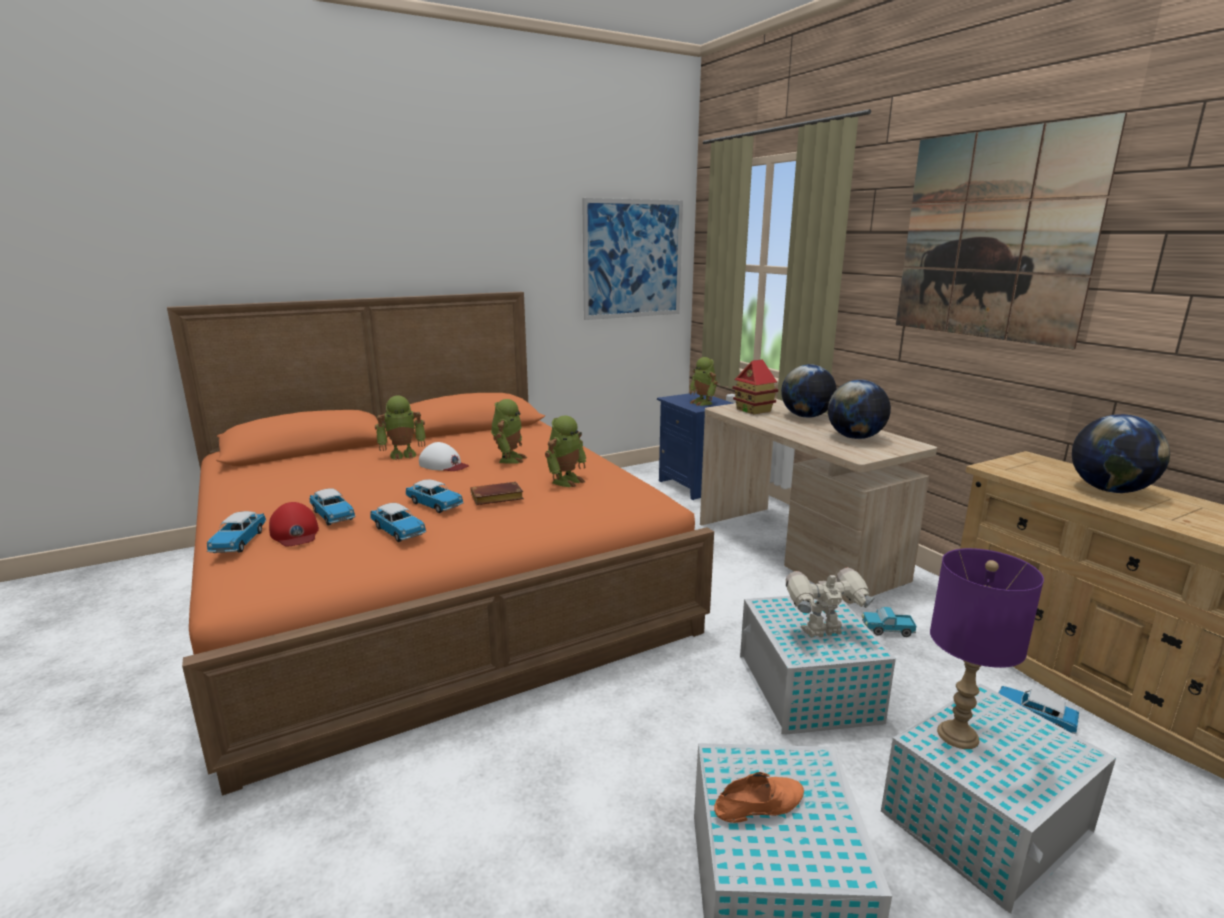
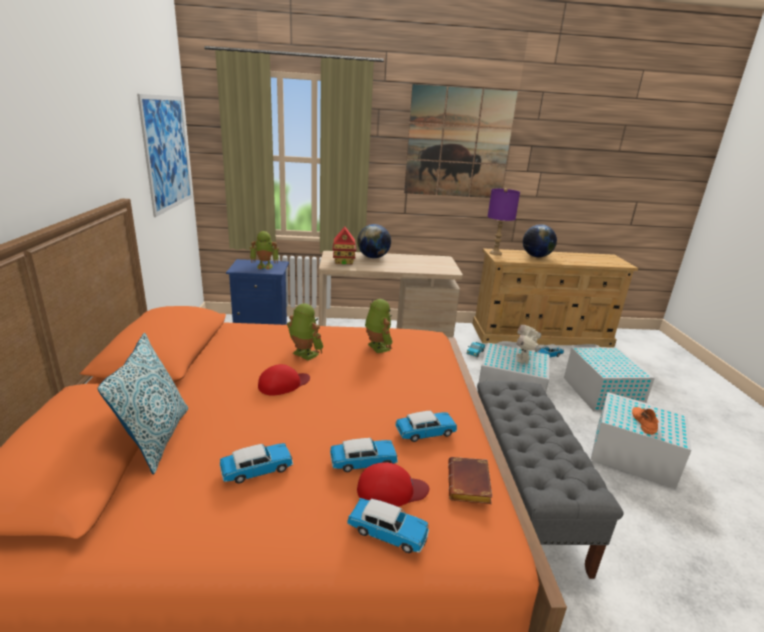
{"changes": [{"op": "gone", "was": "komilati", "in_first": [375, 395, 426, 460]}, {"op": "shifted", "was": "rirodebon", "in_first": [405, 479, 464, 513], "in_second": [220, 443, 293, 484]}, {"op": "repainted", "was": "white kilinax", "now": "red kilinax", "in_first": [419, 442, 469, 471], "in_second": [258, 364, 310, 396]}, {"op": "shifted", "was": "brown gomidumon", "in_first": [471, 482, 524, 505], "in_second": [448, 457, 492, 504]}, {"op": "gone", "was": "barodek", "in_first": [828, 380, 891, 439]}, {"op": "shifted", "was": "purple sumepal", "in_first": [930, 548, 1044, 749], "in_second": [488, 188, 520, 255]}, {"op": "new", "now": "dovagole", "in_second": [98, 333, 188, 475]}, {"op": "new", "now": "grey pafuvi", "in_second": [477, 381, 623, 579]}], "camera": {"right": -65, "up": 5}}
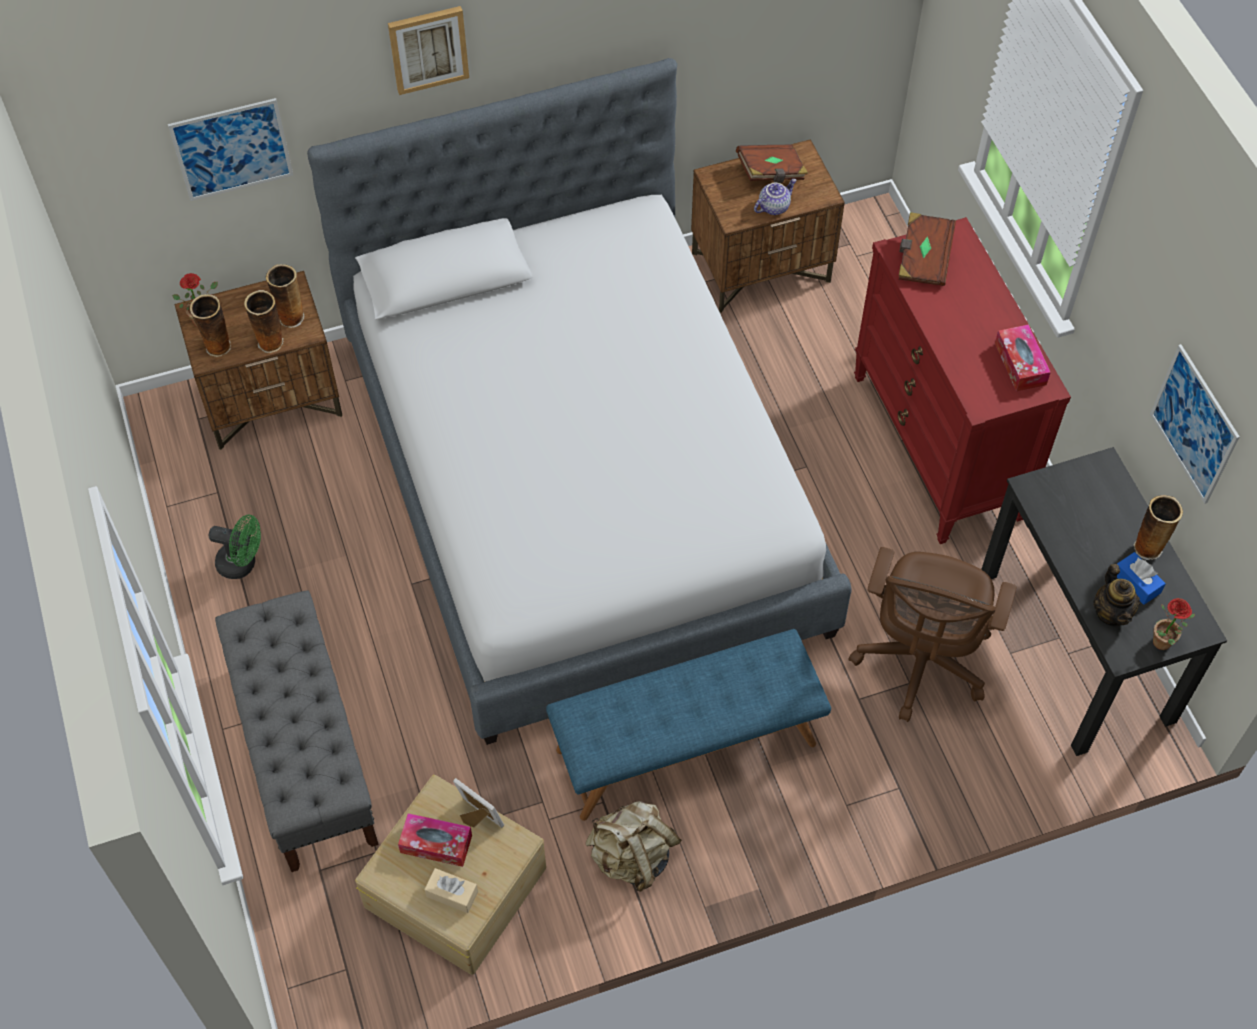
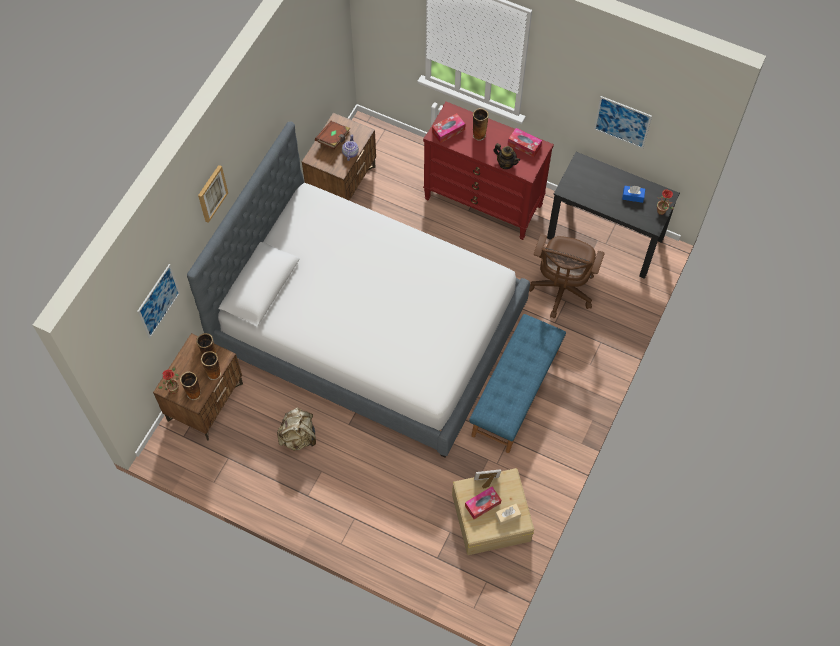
{"changes": [{"op": "gone", "was": "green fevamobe", "in_first": [209, 515, 261, 579]}, {"op": "gone", "was": "grey pafuvi", "in_first": [215, 590, 379, 872]}, {"op": "shifted", "was": "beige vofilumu", "in_first": [586, 801, 682, 892], "in_second": [277, 408, 316, 451]}, {"op": "rotated", "was": "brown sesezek", "in_first": [849, 547, 1016, 722], "in_second": [529, 234, 604, 319], "clockwise": 45}, {"op": "swapped", "was": "brown gomidumon", "now": "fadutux", "in_first": [899, 212, 956, 286], "in_second": [432, 113, 465, 143]}, {"op": "shifted", "was": "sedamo", "in_first": [1093, 564, 1140, 626], "in_second": [494, 143, 520, 169]}, {"op": "shifted", "was": "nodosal", "in_first": [1133, 495, 1183, 560], "in_second": [473, 108, 489, 141]}], "camera": {"right": -45, "up": 5}}
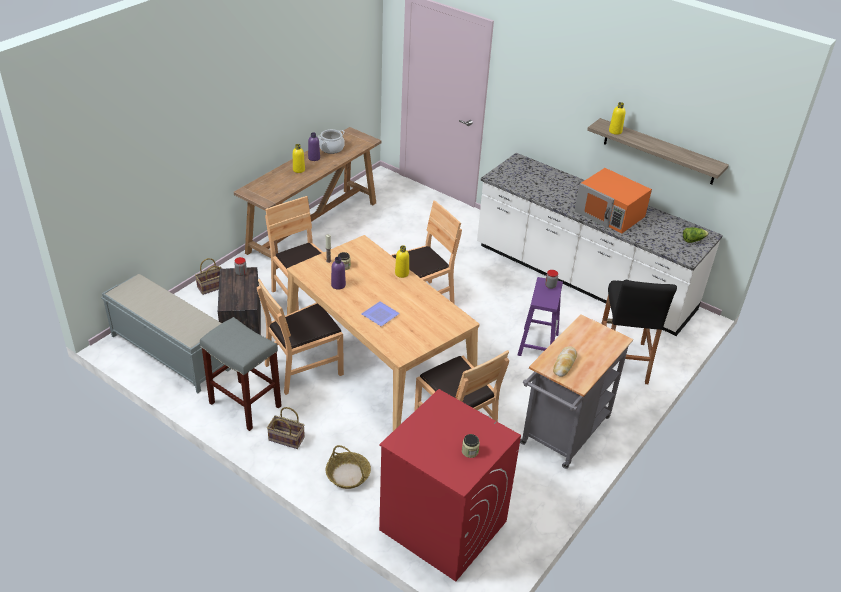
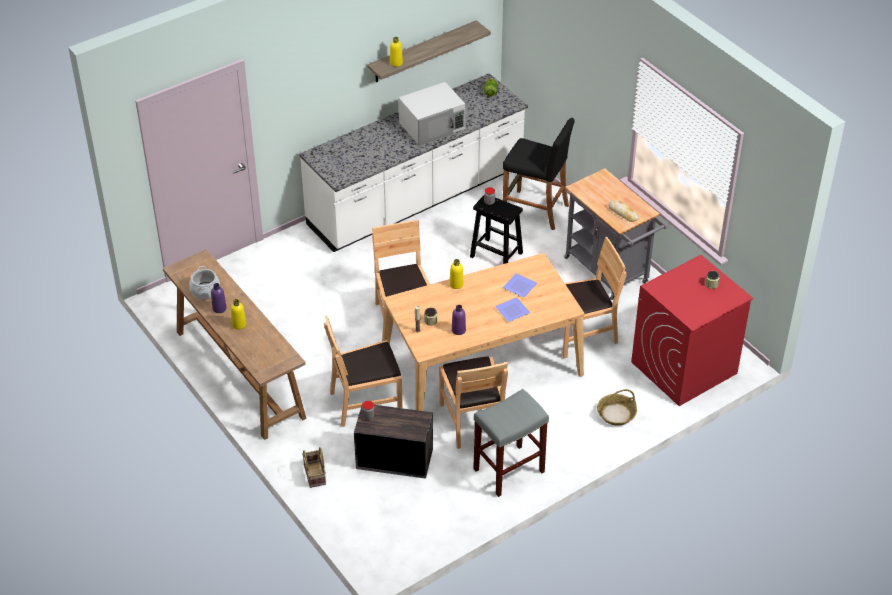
{"changes": [{"op": "gone", "was": "grey pafuvi", "in_first": [101, 274, 231, 393]}, {"op": "gone", "was": "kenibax", "in_first": [267, 407, 305, 449]}, {"op": "repainted", "was": "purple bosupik", "now": "black bosupik", "in_first": [518, 277, 563, 356], "in_second": [470, 196, 523, 264]}, {"op": "repainted", "was": "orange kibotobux", "now": "white kibotobux", "in_first": [574, 168, 652, 234], "in_second": [398, 82, 465, 146]}, {"op": "new", "now": "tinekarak", "in_second": [503, 273, 537, 298]}], "camera": {"right": -70, "up": 5}}
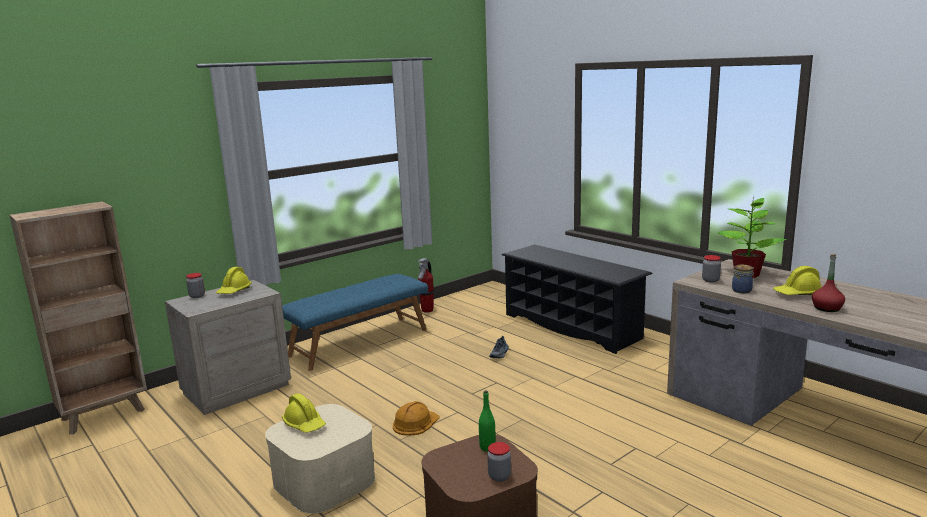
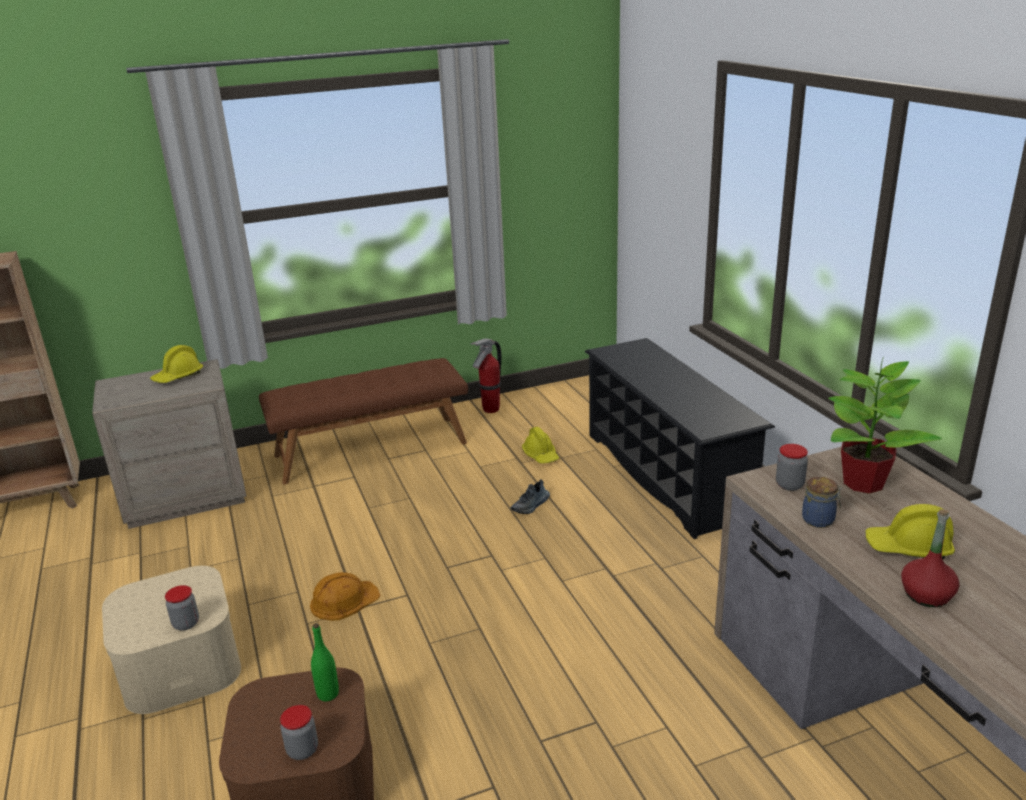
{"changes": [{"op": "shifted", "was": "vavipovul", "in_first": [186, 273, 205, 298], "in_second": [165, 585, 199, 631]}, {"op": "repainted", "was": "blue pafuvi", "now": "brown pafuvi", "in_first": [282, 274, 428, 371], "in_second": [259, 358, 468, 485]}, {"op": "shifted", "was": "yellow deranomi", "in_first": [282, 394, 326, 433], "in_second": [522, 427, 559, 464]}], "camera": {"right": 20, "up": 10}}
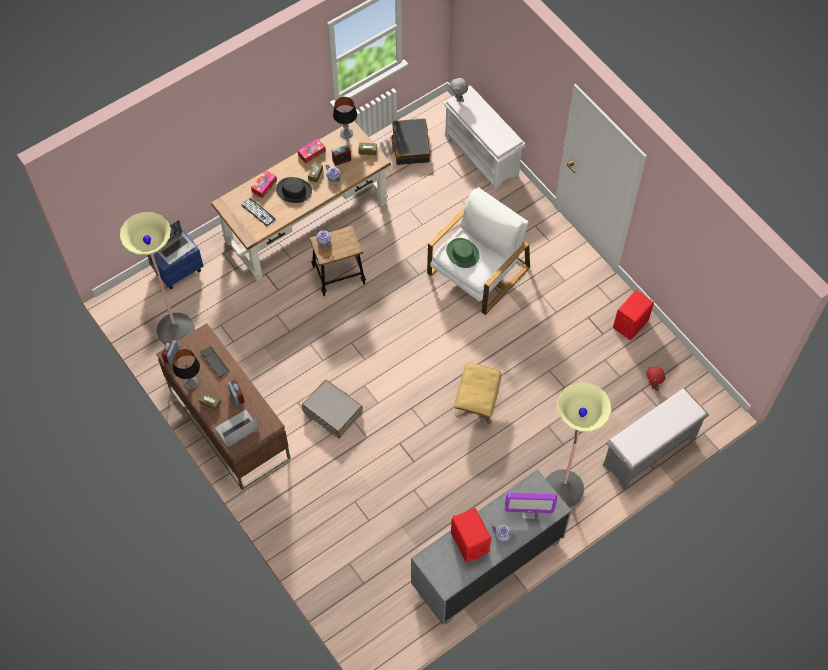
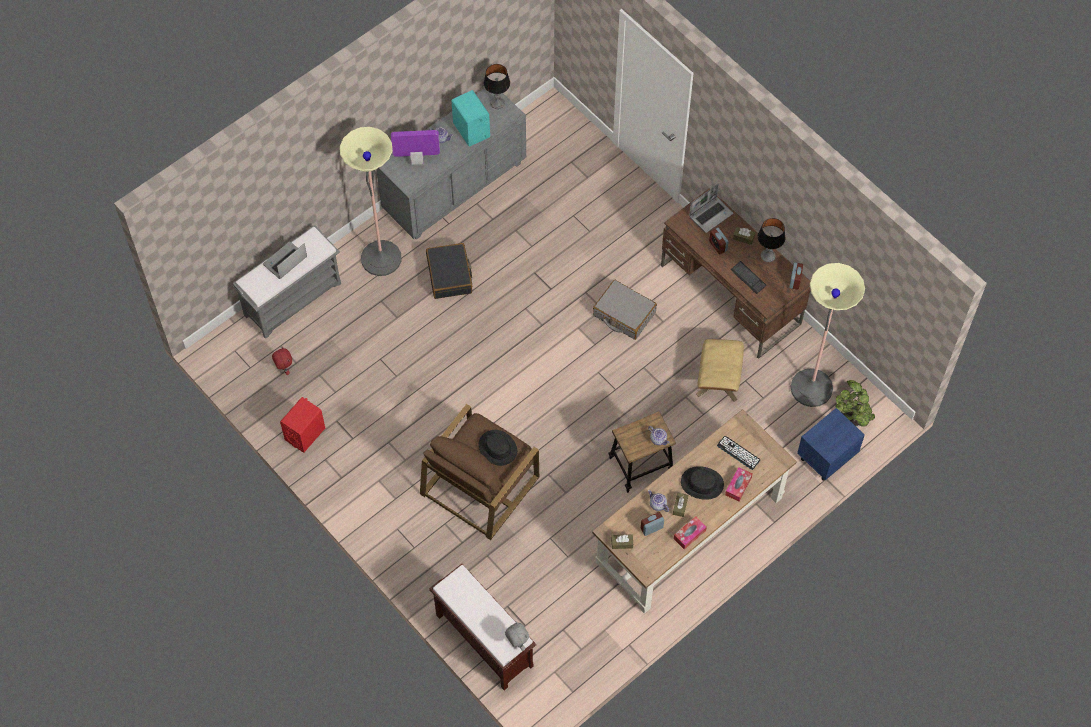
{"changes": [{"op": "shifted", "was": "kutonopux", "in_first": [157, 220, 196, 265], "in_second": [263, 241, 307, 279]}, {"op": "shifted", "was": "sumepal", "in_first": [333, 97, 357, 139], "in_second": [484, 64, 510, 109]}, {"op": "shifted", "was": "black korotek", "in_first": [392, 118, 430, 165], "in_second": [426, 243, 472, 299]}, {"op": "repainted", "was": "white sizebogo", "now": "brown sizebogo", "in_first": [427, 187, 530, 315], "in_second": [420, 404, 539, 540]}, {"op": "repainted", "was": "white pafuvi", "now": "brown pafuvi", "in_first": [443, 85, 525, 190], "in_second": [429, 564, 536, 690]}, {"op": "repainted", "was": "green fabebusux", "now": "black fabebusux", "in_first": [446, 238, 480, 268], "in_second": [479, 430, 517, 466]}, {"op": "repainted", "was": "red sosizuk", "now": "turquoise sosizuk", "in_first": [451, 508, 491, 563], "in_second": [452, 90, 490, 146]}, {"op": "shifted", "was": "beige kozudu", "in_first": [455, 363, 502, 424], "in_second": [696, 339, 744, 402]}, {"op": "new", "now": "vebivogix", "in_second": [836, 380, 875, 427]}], "camera": {"right": 175, "up": 0}}
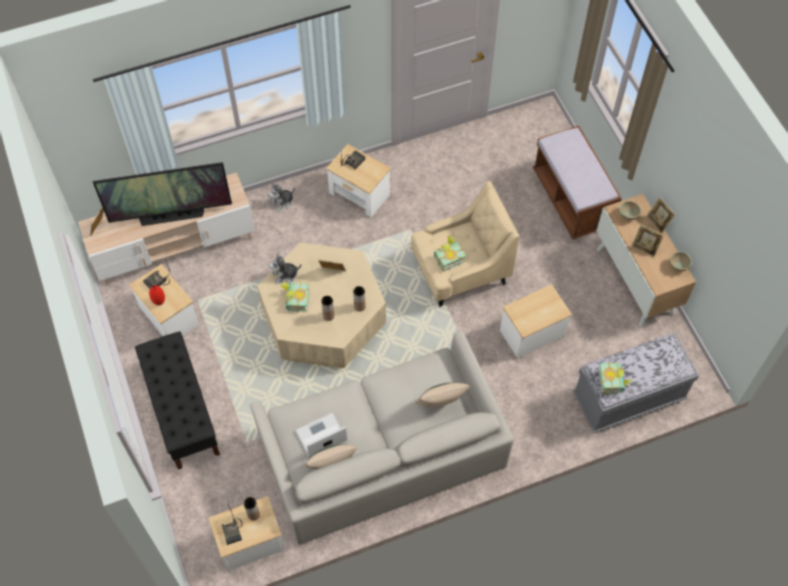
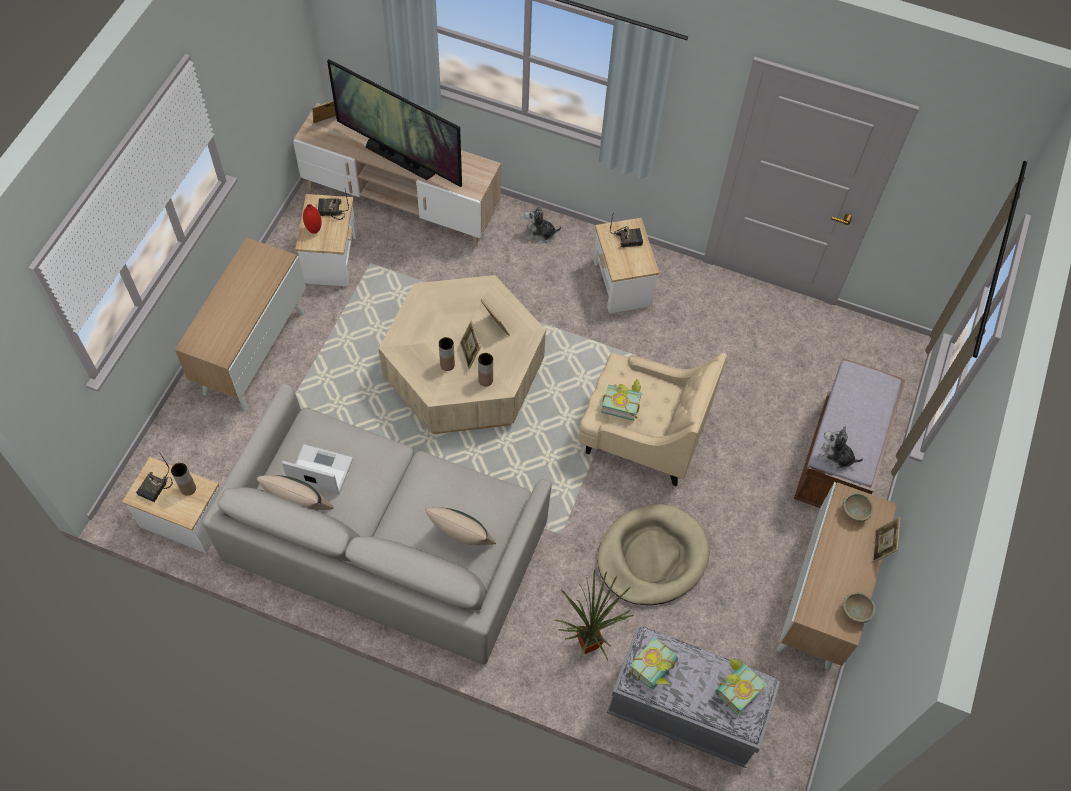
{"changes": [{"op": "swapped", "was": "black pafuvi", "now": "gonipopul", "in_first": [135, 331, 220, 470], "in_second": [175, 237, 306, 411]}, {"op": "shifted", "was": "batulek", "in_first": [269, 253, 302, 284], "in_second": [817, 426, 863, 471]}, {"op": "shifted", "was": "gomidumon", "in_first": [280, 282, 310, 312], "in_second": [716, 659, 767, 715]}, {"op": "swapped", "was": "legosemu", "now": "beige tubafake", "in_first": [500, 284, 572, 358], "in_second": [598, 504, 710, 605]}, {"op": "shifted", "was": "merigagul", "in_first": [631, 225, 664, 257], "in_second": [460, 321, 481, 369]}, {"op": "new", "now": "vebivogix", "in_second": [554, 569, 634, 661]}], "camera": {"right": 40, "up": 0}}
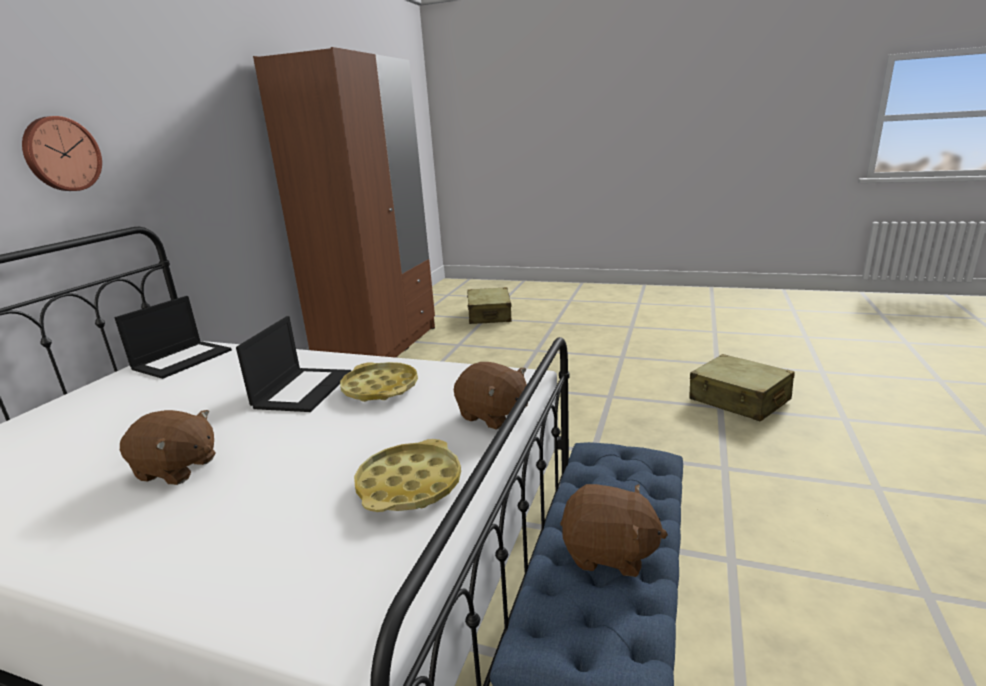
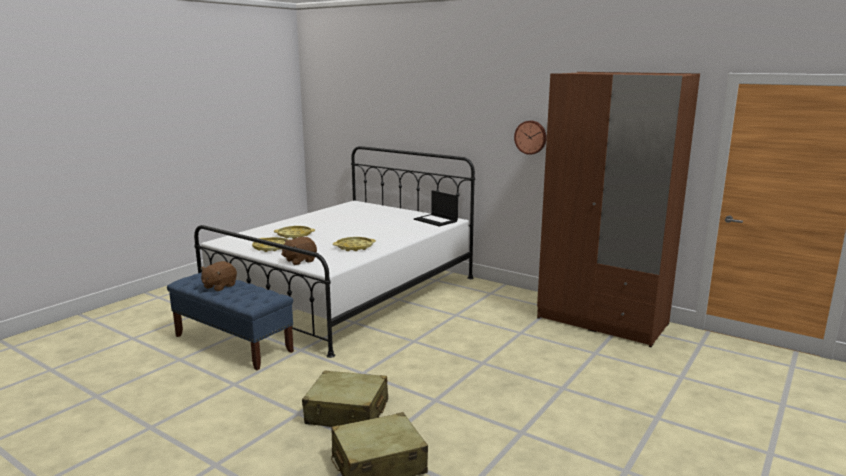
{"changes": [{"op": "shifted", "was": "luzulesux", "in_first": [22, 116, 102, 191], "in_second": [514, 121, 547, 155]}, {"op": "gone", "was": "brown batulek", "in_first": [120, 410, 216, 485]}, {"op": "gone", "was": "kutonopux", "in_first": [236, 316, 351, 412]}, {"op": "shifted", "was": "beige korotek", "in_first": [467, 287, 512, 324], "in_second": [302, 370, 388, 427]}, {"op": "new", "now": "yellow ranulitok", "in_second": [274, 226, 315, 239]}], "camera": {"right": 105, "up": -5}}
